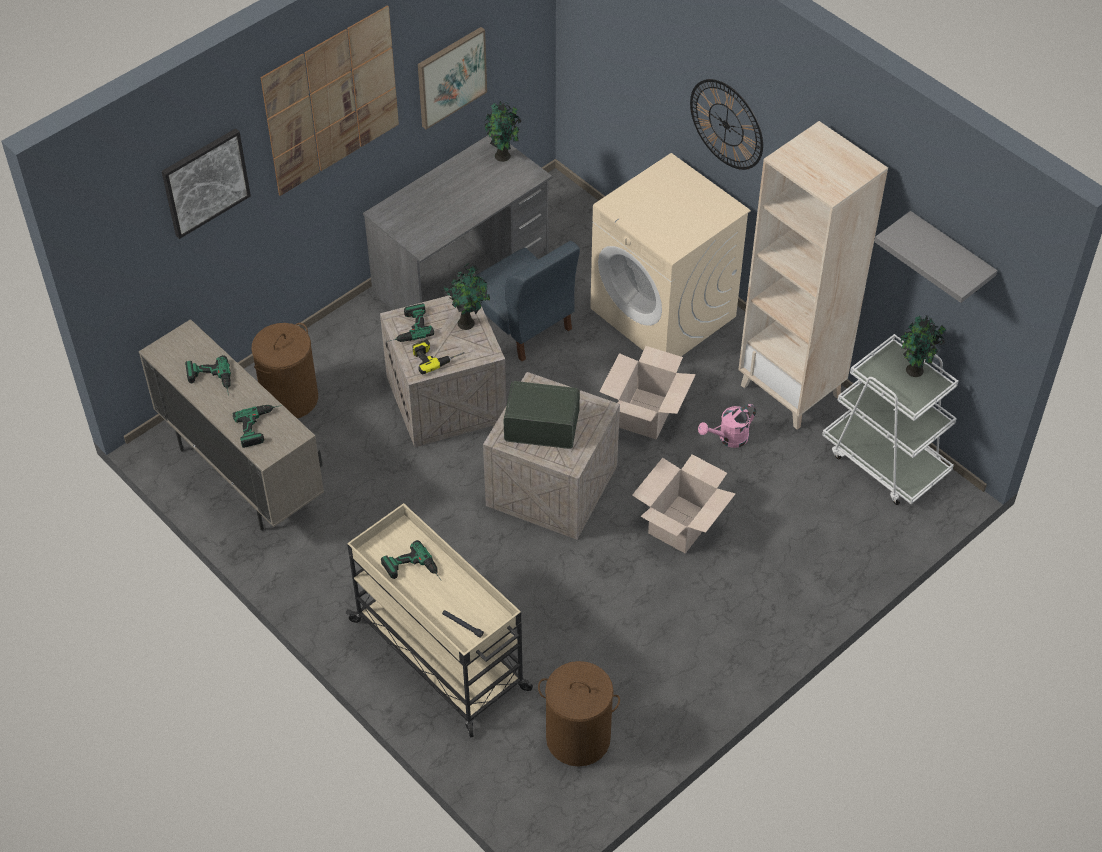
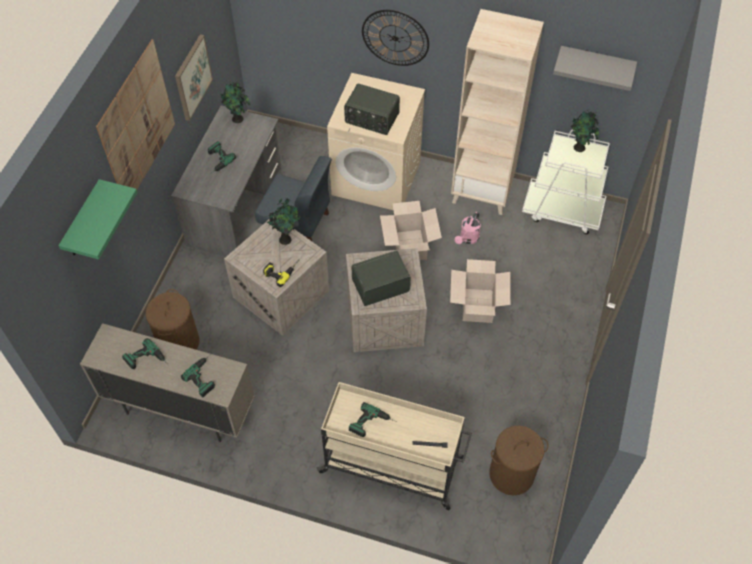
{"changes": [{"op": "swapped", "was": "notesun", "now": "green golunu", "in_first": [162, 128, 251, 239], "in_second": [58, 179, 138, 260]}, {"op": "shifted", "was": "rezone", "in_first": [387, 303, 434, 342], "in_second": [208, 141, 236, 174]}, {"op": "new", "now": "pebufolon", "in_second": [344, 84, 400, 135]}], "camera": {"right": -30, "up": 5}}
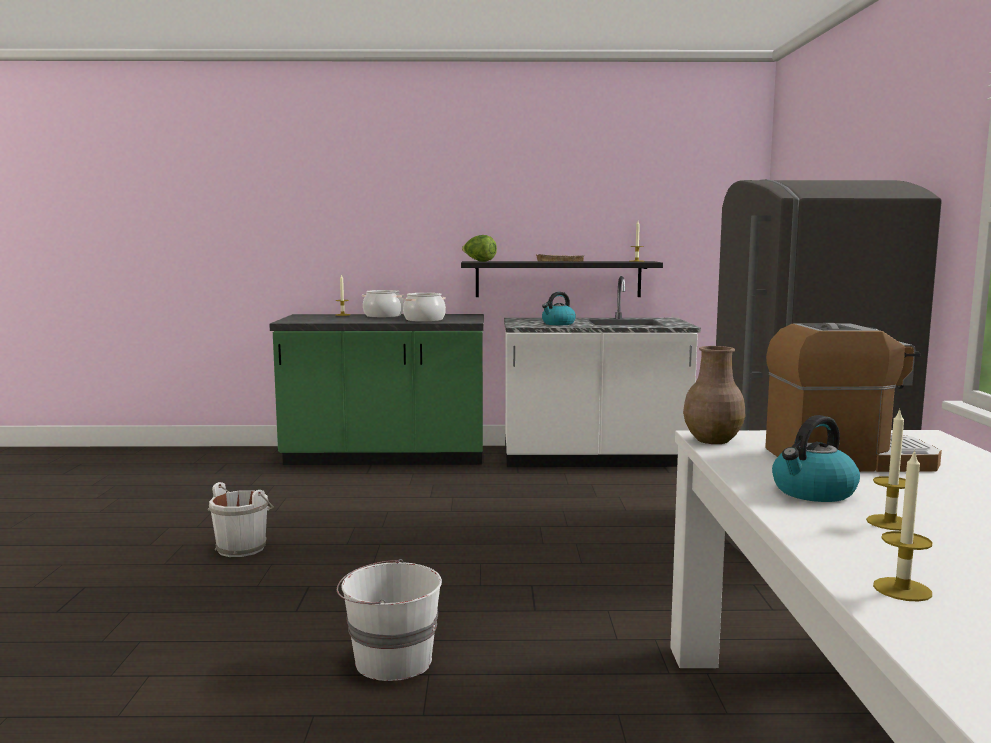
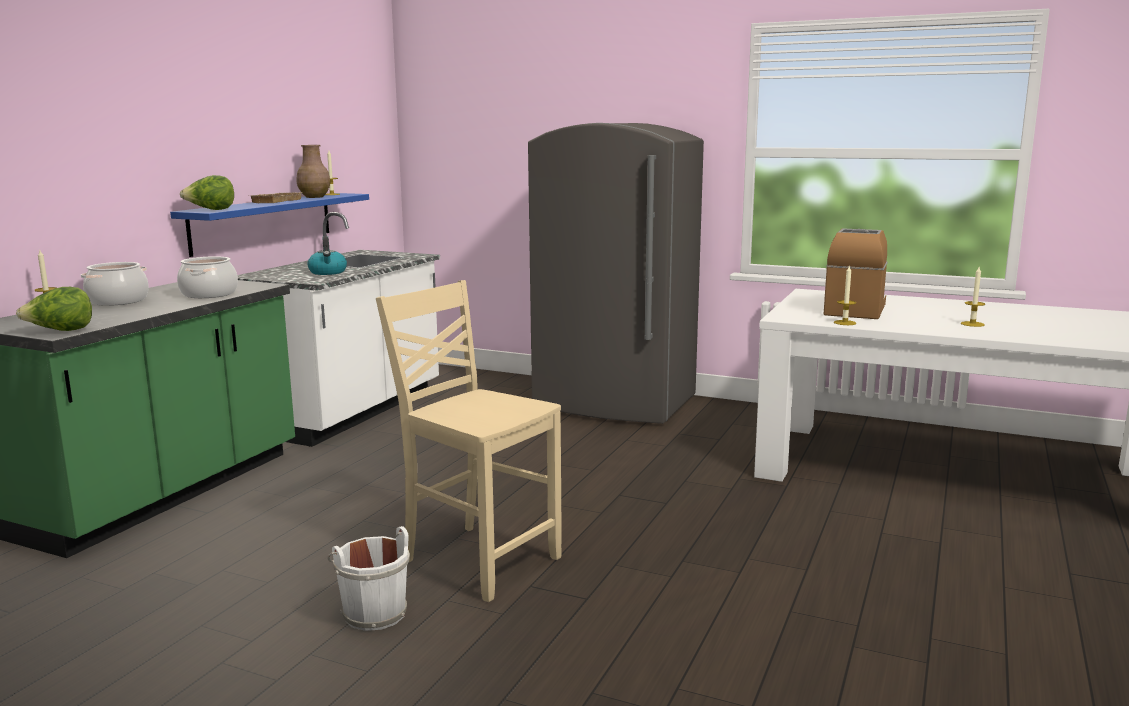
{"changes": [{"op": "gone", "was": "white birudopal", "in_first": [337, 559, 442, 681]}, {"op": "repainted", "was": "black golunu", "now": "blue golunu", "in_first": [461, 261, 663, 297], "in_second": [170, 193, 369, 257]}, {"op": "shifted", "was": "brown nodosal", "in_first": [683, 346, 745, 444], "in_second": [297, 145, 330, 198]}, {"op": "gone", "was": "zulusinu", "in_first": [772, 415, 860, 502]}, {"op": "shifted", "was": "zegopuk", "in_first": [873, 450, 932, 602], "in_second": [834, 266, 856, 325]}, {"op": "new", "now": "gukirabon", "in_second": [16, 287, 92, 331]}, {"op": "new", "now": "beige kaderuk", "in_second": [376, 280, 562, 602]}], "camera": {"right": -65, "up": 5}}
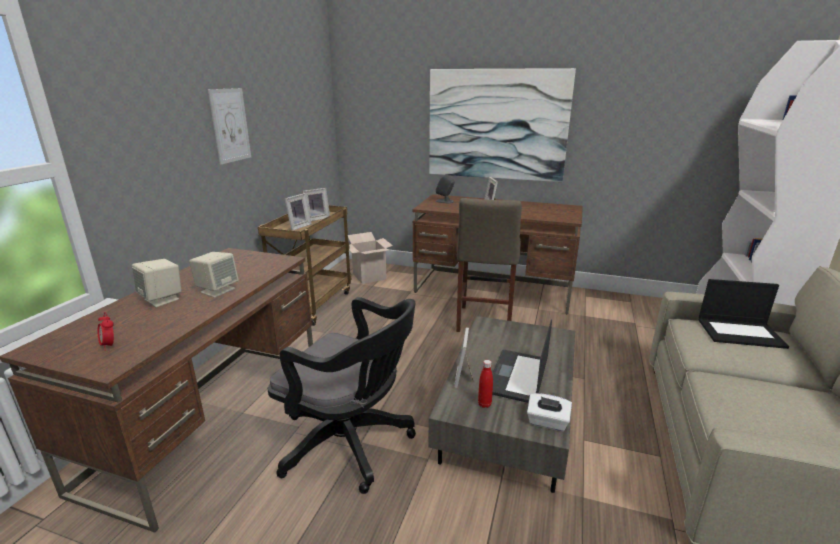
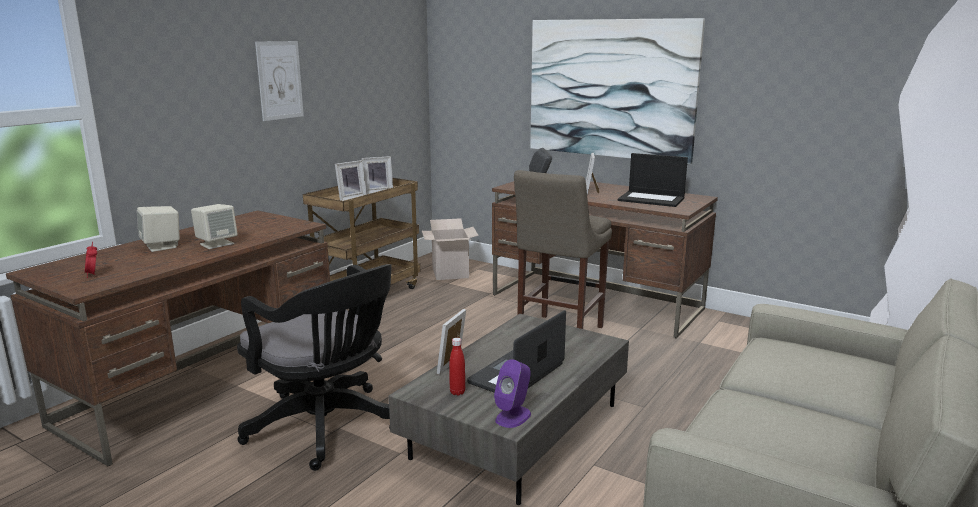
{"changes": [{"op": "swapped", "was": "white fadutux", "now": "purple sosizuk", "in_first": [527, 393, 572, 431], "in_second": [494, 359, 531, 428]}, {"op": "shifted", "was": "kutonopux", "in_first": [699, 279, 789, 349], "in_second": [618, 153, 688, 207]}], "camera": {"right": 15, "up": -5}}
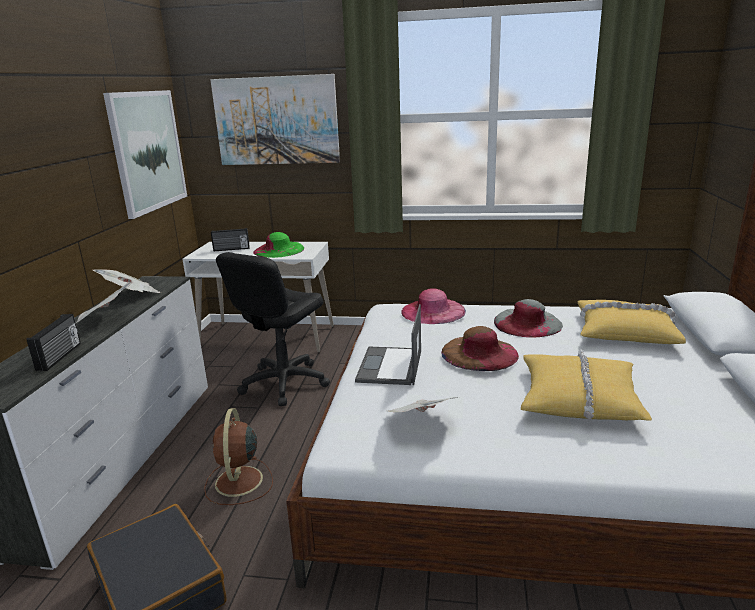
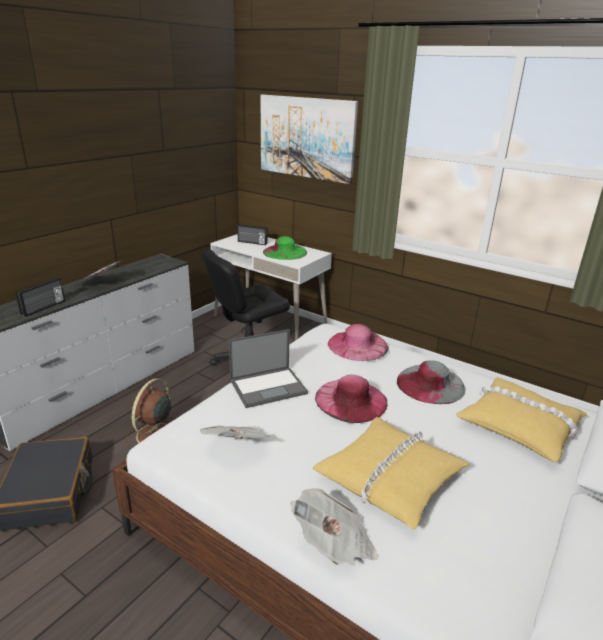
{"changes": [{"op": "shifted", "was": "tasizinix", "in_first": [93, 269, 161, 293], "in_second": [291, 488, 379, 566]}, {"op": "gone", "was": "notesun", "in_first": [103, 90, 187, 219]}, {"op": "rotated", "was": "kutonopux", "in_first": [355, 304, 421, 385], "in_second": [229, 329, 308, 408], "clockwise": -150}, {"op": "repainted", "was": "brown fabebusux", "now": "pink fabebusux", "in_first": [441, 326, 519, 371], "in_second": [315, 375, 388, 423]}], "camera": {"right": 25, "up": 5}}
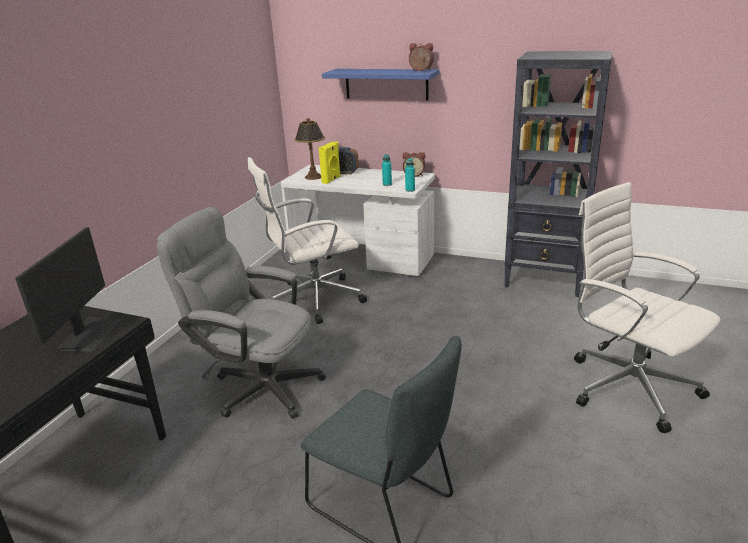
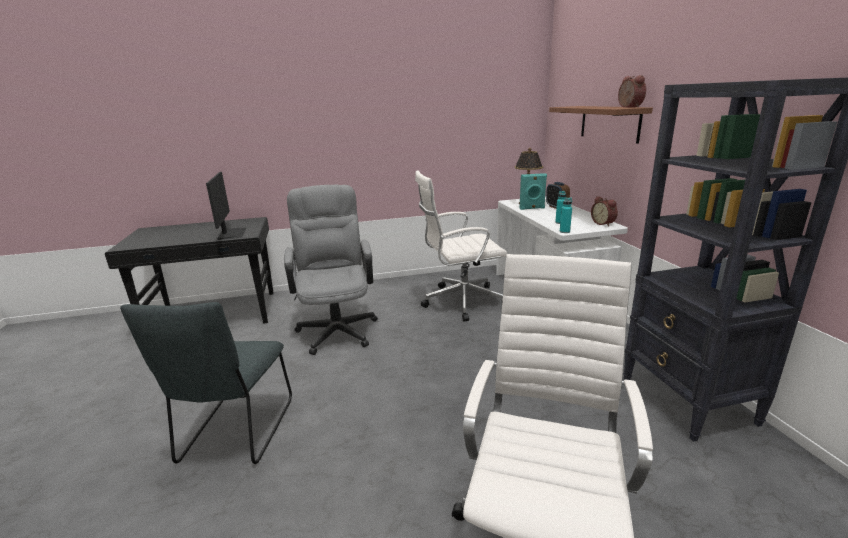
{"changes": [{"op": "rotated", "was": "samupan", "in_first": [15, 227, 122, 351], "in_second": [206, 172, 246, 240], "clockwise": -75}, {"op": "rotated", "was": "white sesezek", "in_first": [248, 157, 367, 324], "in_second": [415, 170, 507, 321], "clockwise": -45}, {"op": "repainted", "was": "yellow sosizuk", "now": "turquoise sosizuk", "in_first": [319, 142, 341, 184], "in_second": [520, 173, 547, 210]}, {"op": "repainted", "was": "blue golunu", "now": "brown golunu", "in_first": [322, 69, 439, 100], "in_second": [549, 106, 653, 144]}], "camera": {"right": 55, "up": -5}}
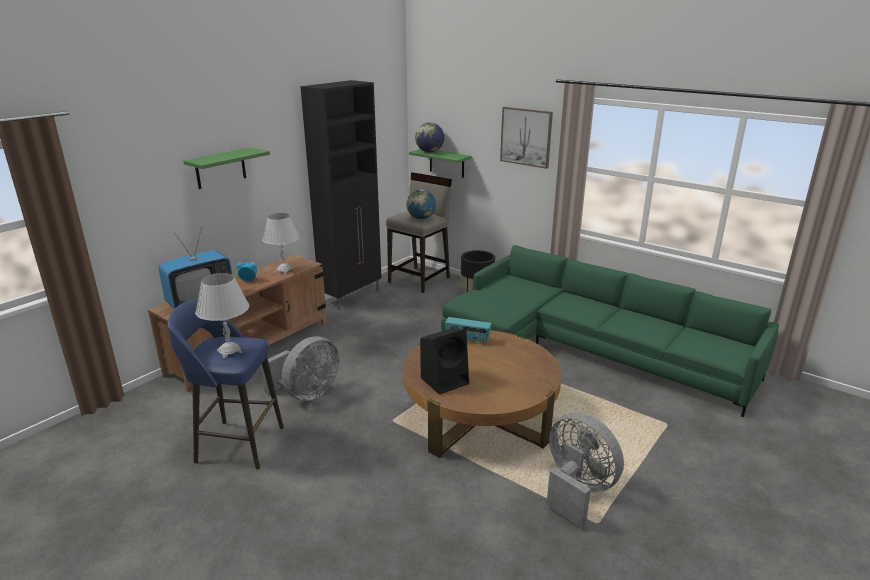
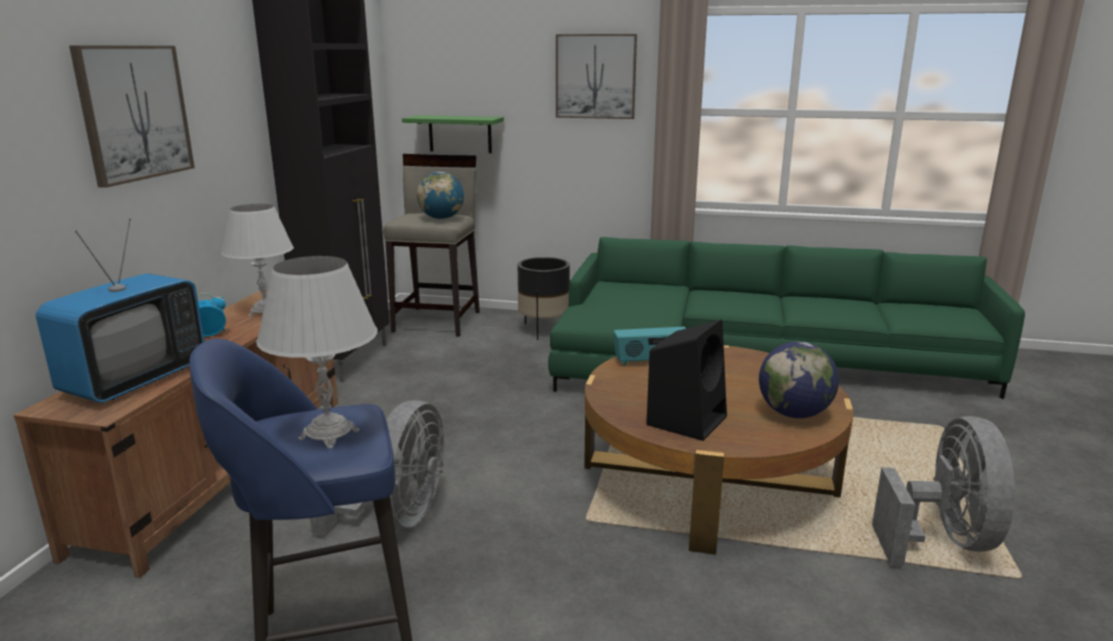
{"changes": [{"op": "swapped", "was": "green golunu", "now": "notesun", "in_first": [183, 147, 270, 189], "in_second": [69, 45, 195, 188]}, {"op": "shifted", "was": "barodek", "in_first": [415, 122, 444, 153], "in_second": [759, 341, 839, 418]}, {"op": "rotated", "was": "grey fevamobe", "in_first": [546, 412, 624, 528], "in_second": [872, 416, 1015, 566], "clockwise": 75}], "camera": {"right": -25, "up": -5}}
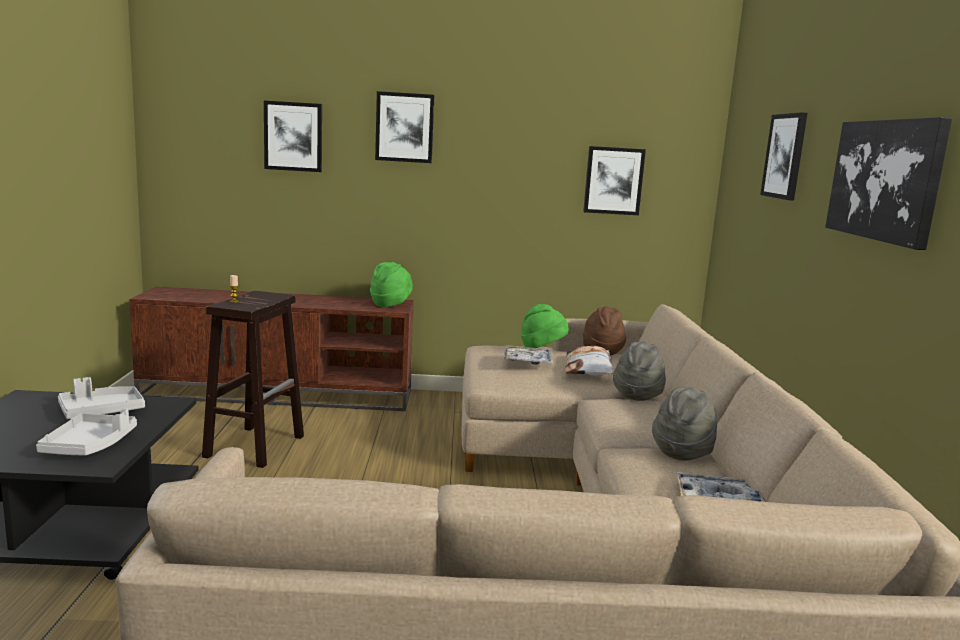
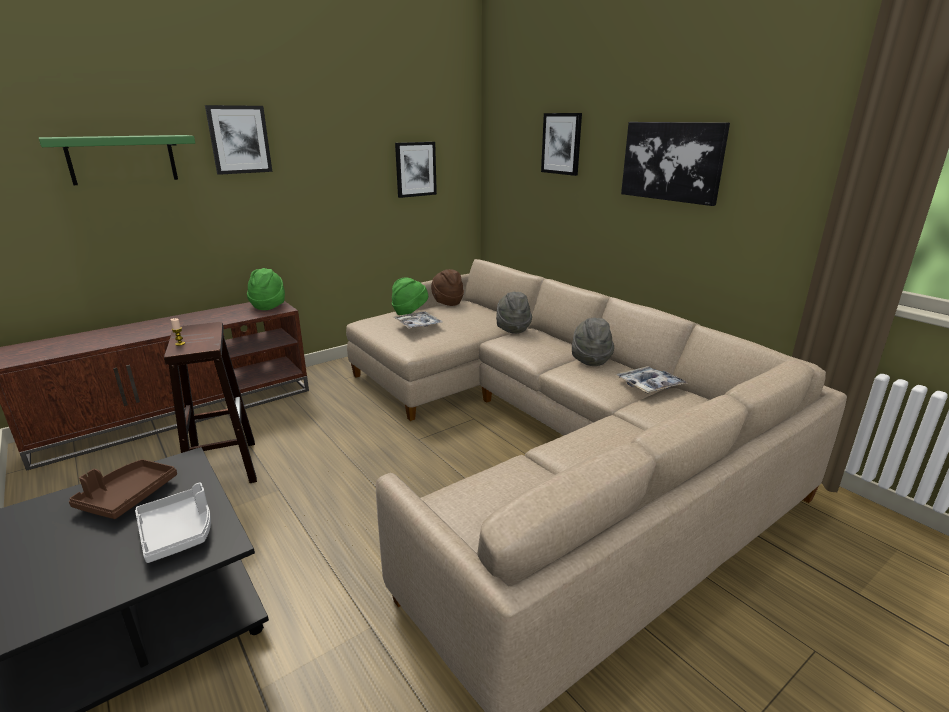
{"changes": [{"op": "repainted", "was": "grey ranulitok", "now": "brown ranulitok", "in_first": [58, 377, 145, 419], "in_second": [69, 459, 177, 519]}, {"op": "swapped", "was": "notesun", "now": "green golunu", "in_first": [264, 101, 322, 172], "in_second": [39, 135, 195, 185]}, {"op": "gone", "was": "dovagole", "in_first": [565, 346, 613, 376]}], "camera": {"right": -35, "up": 10}}
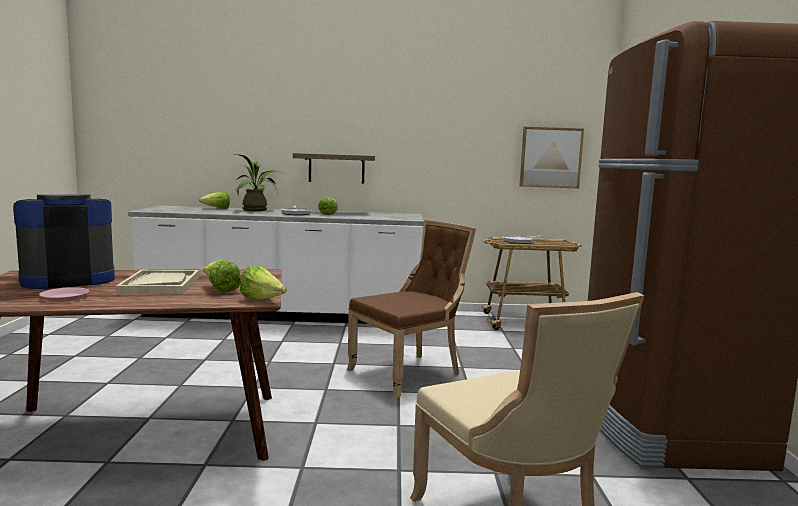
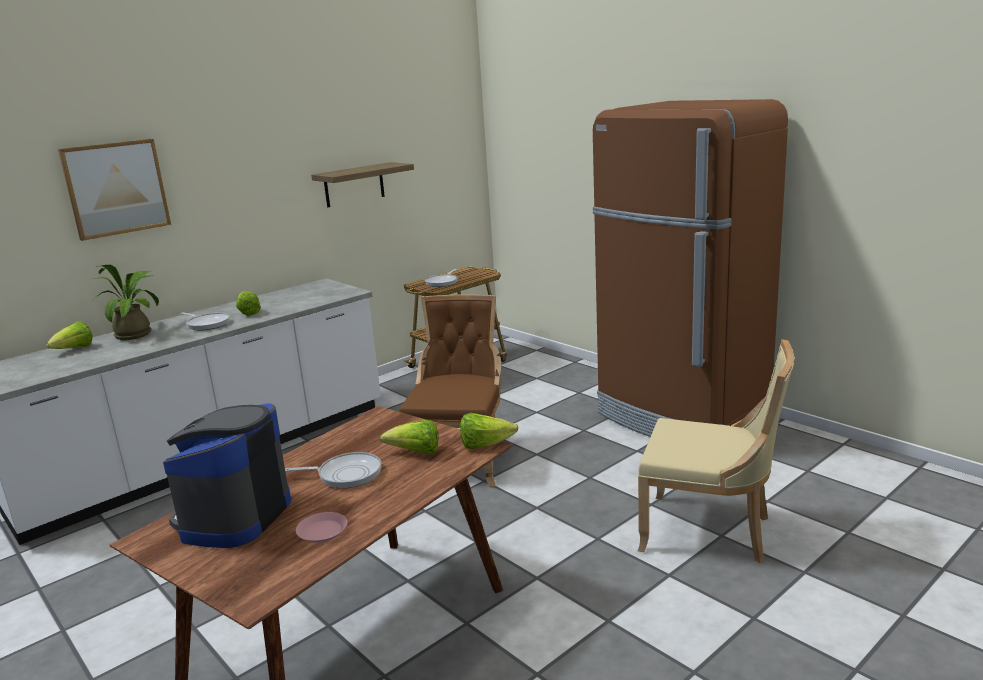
{"changes": [{"op": "swapped", "was": "beige ranulitok", "now": "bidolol", "in_first": [116, 270, 199, 294], "in_second": [285, 452, 381, 488]}, {"op": "shifted", "was": "golunu", "in_first": [293, 153, 375, 183], "in_second": [311, 162, 414, 207]}, {"op": "shifted", "was": "notesun", "in_first": [520, 127, 584, 188], "in_second": [58, 139, 171, 241]}], "camera": {"right": -40, "up": 10}}
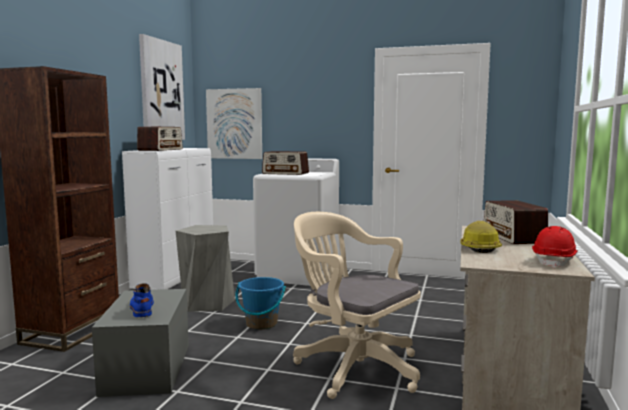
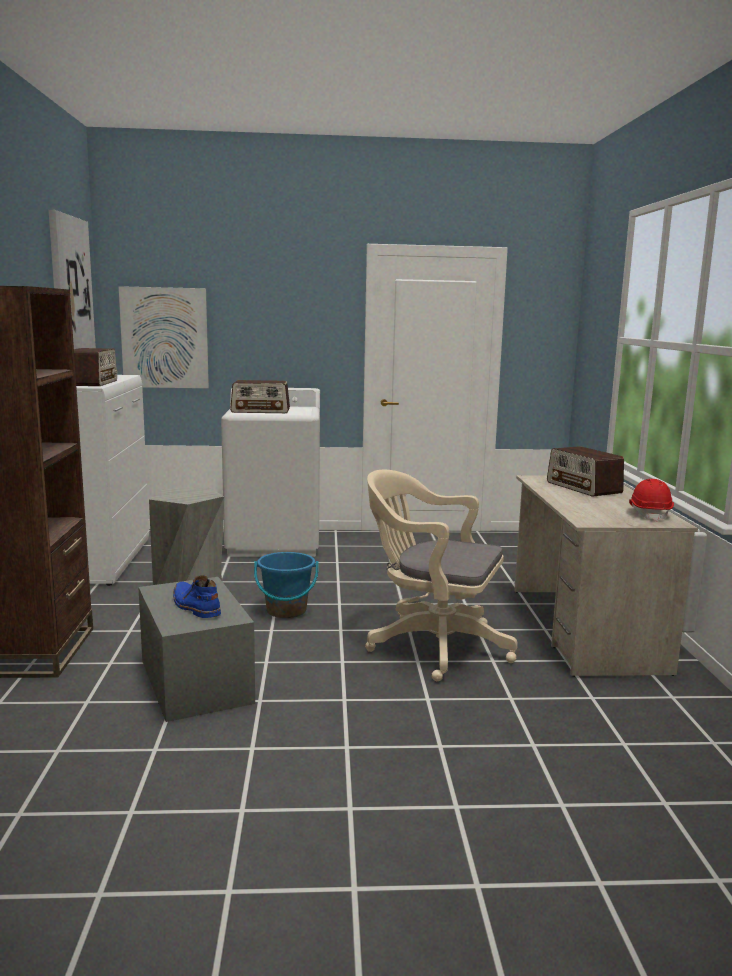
{"changes": [{"op": "gone", "was": "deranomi", "in_first": [460, 221, 502, 253]}], "camera": {"right": -20, "up": 5}}
